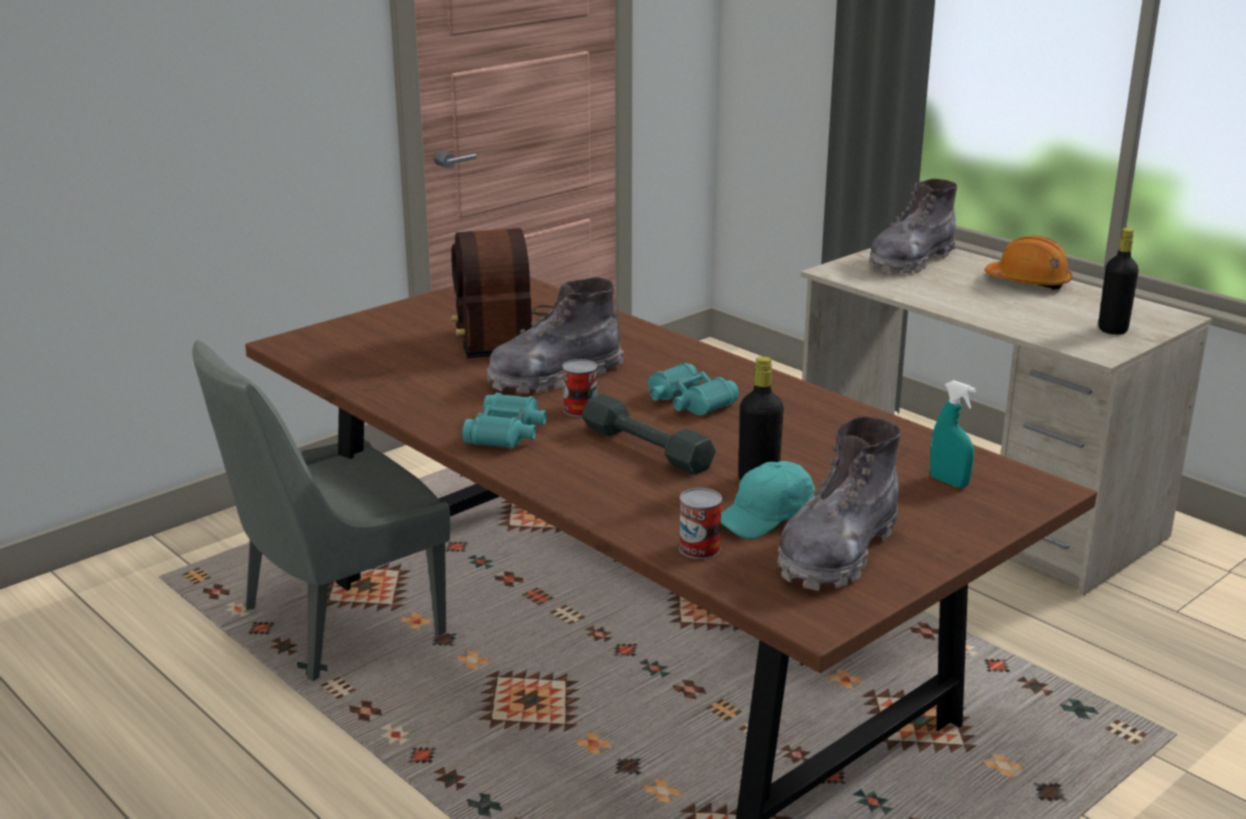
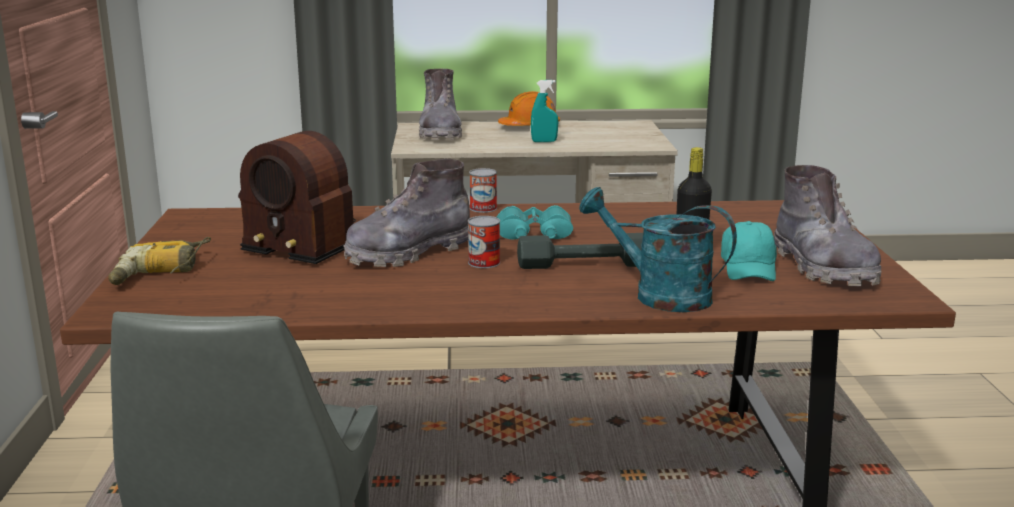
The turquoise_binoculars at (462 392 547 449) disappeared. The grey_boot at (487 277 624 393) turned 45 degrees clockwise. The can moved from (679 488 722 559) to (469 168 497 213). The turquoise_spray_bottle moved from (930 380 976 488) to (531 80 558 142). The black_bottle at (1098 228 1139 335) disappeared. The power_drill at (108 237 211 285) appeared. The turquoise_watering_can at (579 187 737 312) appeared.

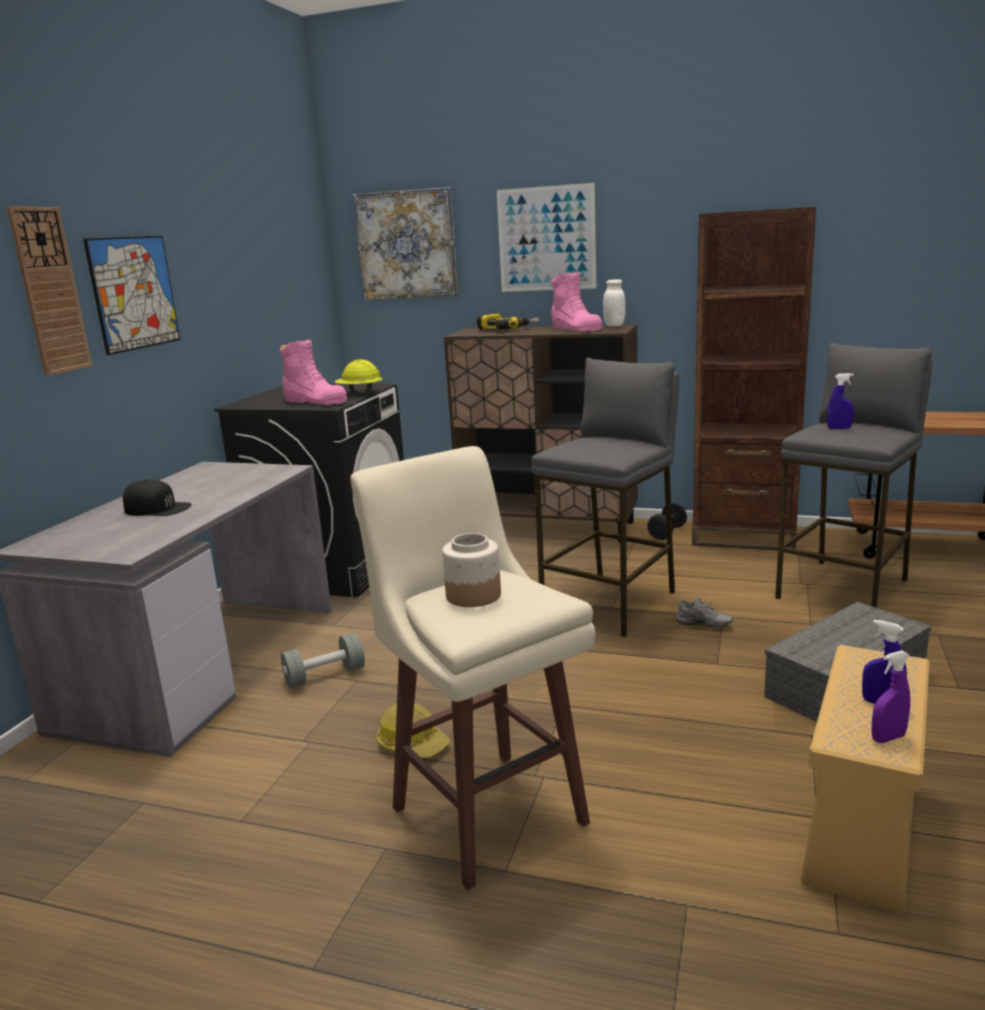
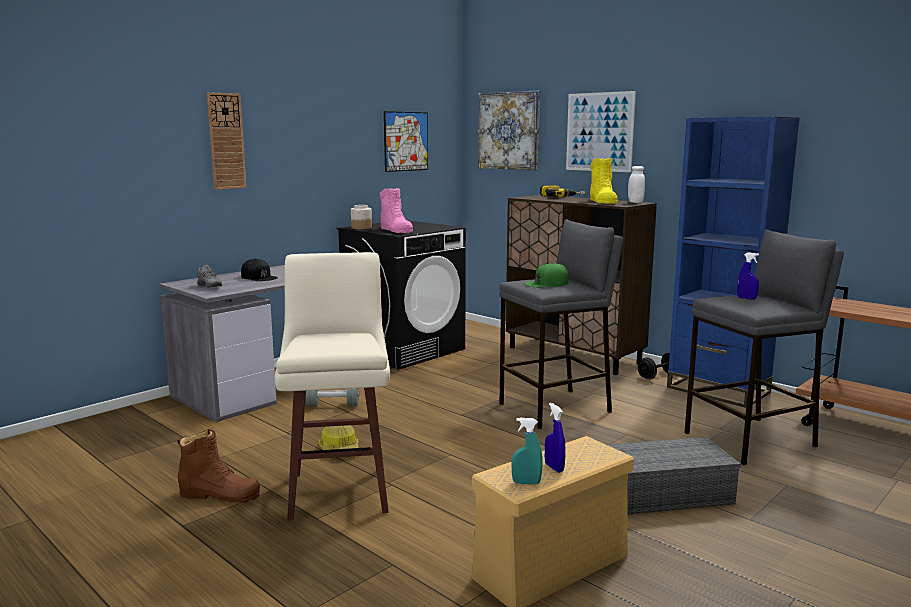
The picture moved from (83 236 180 355) to (384 111 428 172). The yellow_hard_hat at (334 359 382 394) disappeared. The jar moved from (442 533 501 607) to (351 205 372 229). The pink_boot at (551 272 602 332) became the yellow_boot at (590 158 618 204). The grey_shoe moved from (676 596 733 628) to (197 265 222 287). The brown_bookcase at (692 207 816 550) became the blue_bookcase at (667 117 800 408). The purple_spray_bottle at (871 650 910 743) became the turquoise_spray_bottle at (511 418 543 484). The brown_boot at (177 429 260 503) appeared. The green_cap at (524 263 569 287) appeared.

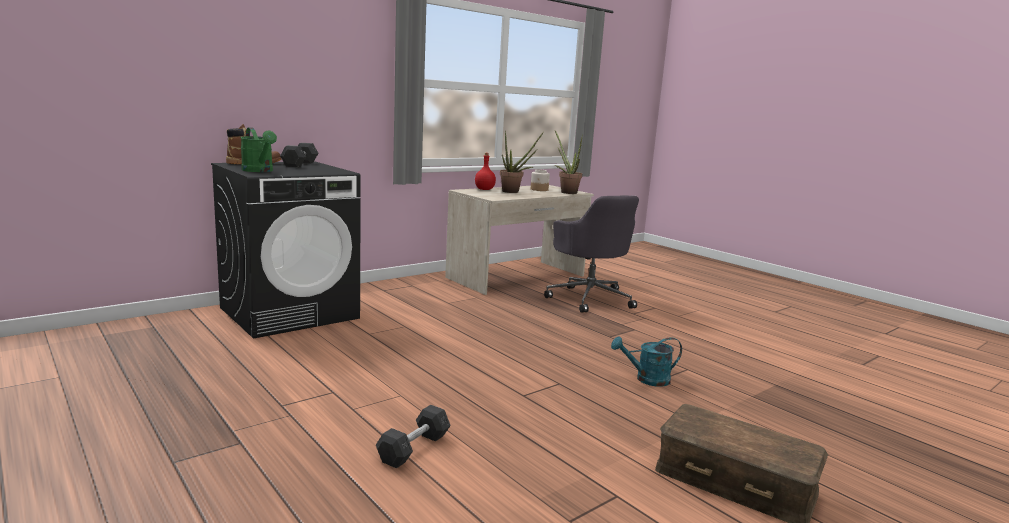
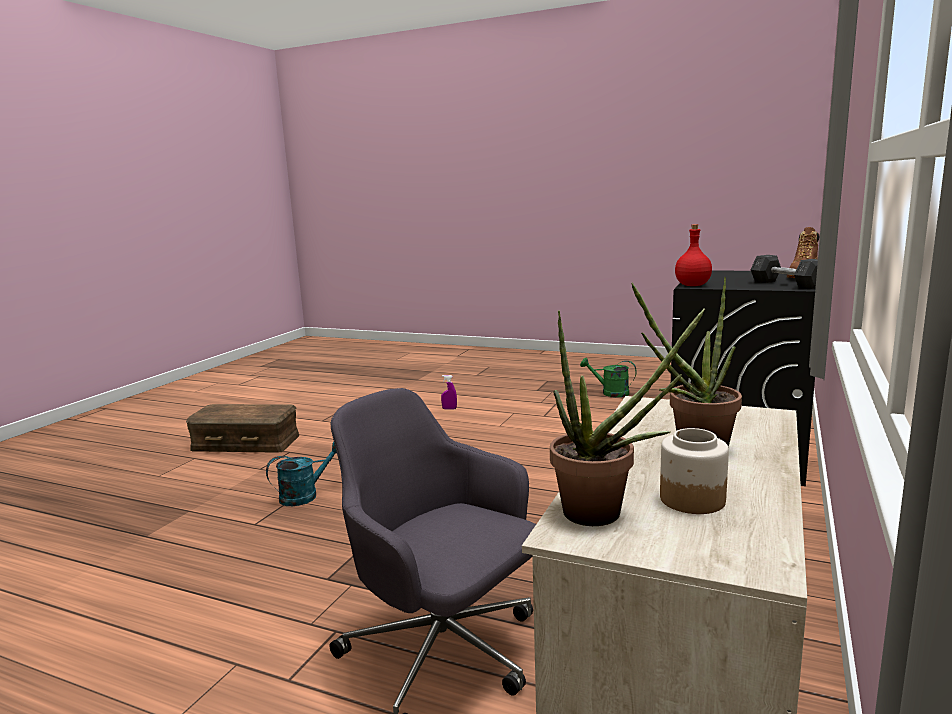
The green_watering_can moved from (240 127 277 172) to (580 358 637 397). The grey_dumbbell at (376 405 451 469) was replaced by the purple_spray_bottle at (441 375 457 410). The red_bottle moved from (475 153 496 190) to (675 224 712 286).

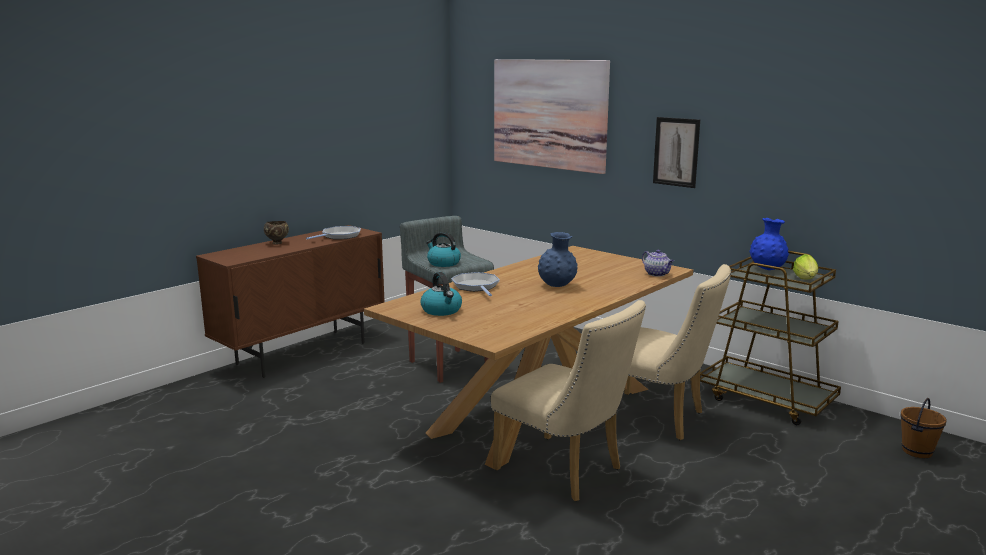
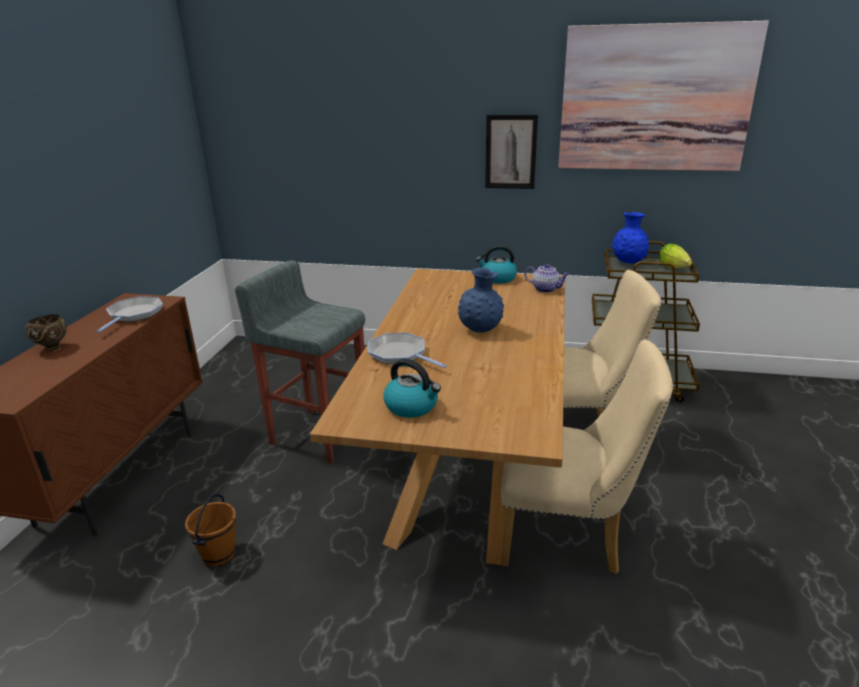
The kettle moved from (426 232 461 267) to (476 245 517 284). The picture moved from (494 59 610 174) to (558 20 769 171). The brown_bucket moved from (900 398 947 458) to (185 494 236 566).

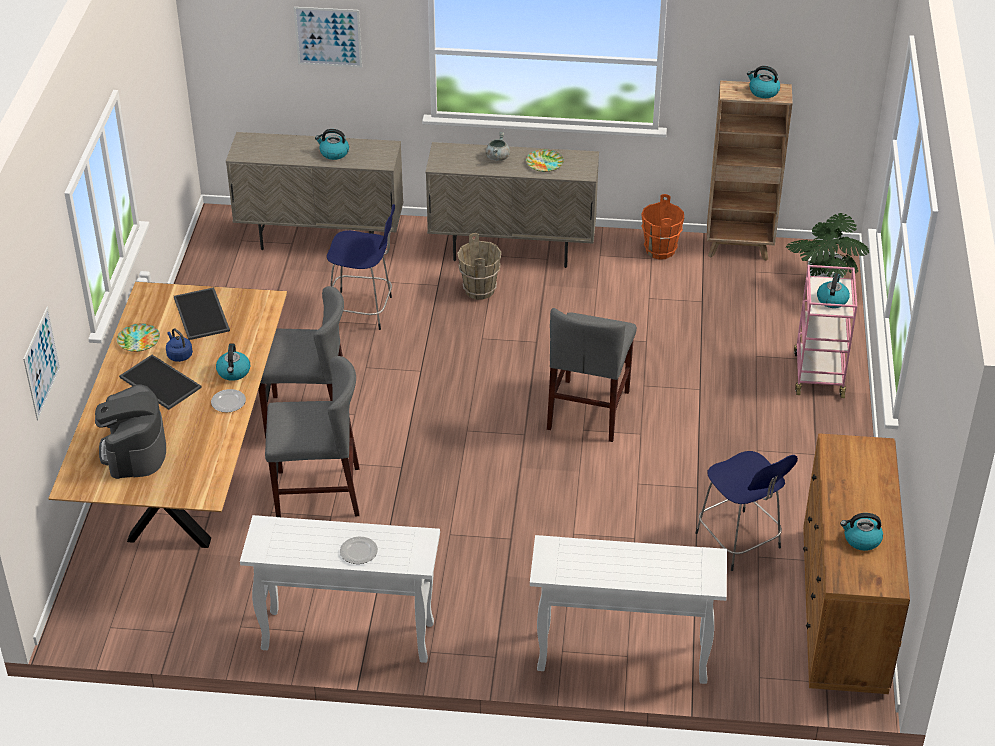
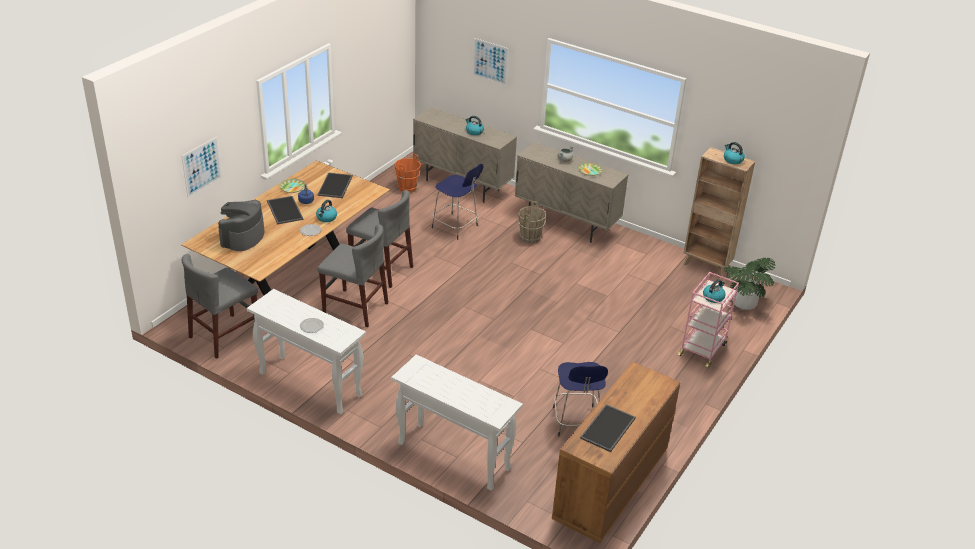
The grey_chair moved from (547 308 637 442) to (182 254 258 359). The orange_bucket moved from (641 194 684 260) to (395 154 421 193). The kettle at (840 513 883 551) was replaced by the tray at (580 404 636 452).

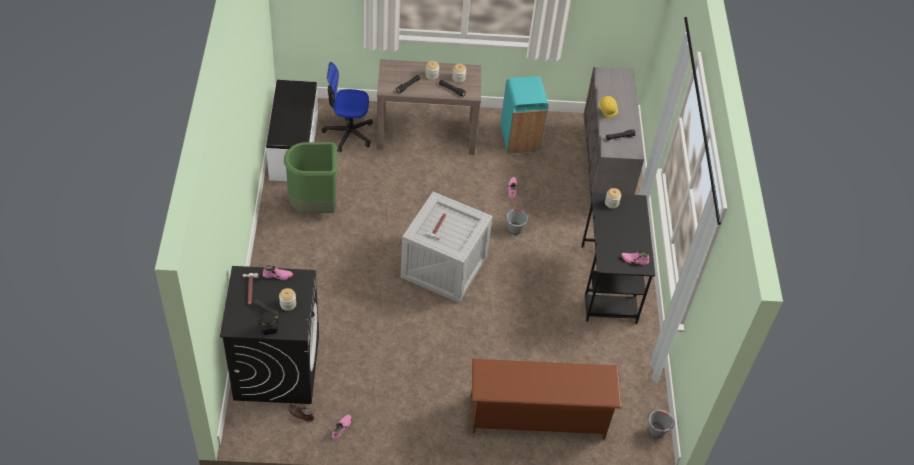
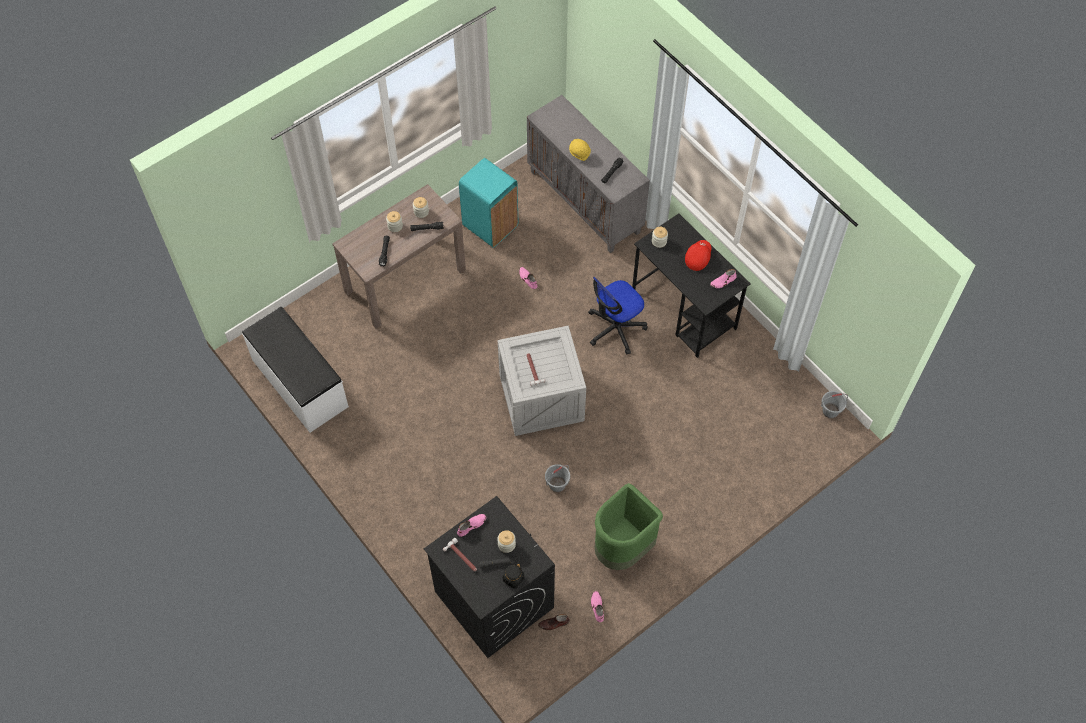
The green_trash_can moved from (284 142 337 213) to (595 483 663 570). The office_chair moved from (321 62 373 152) to (588 277 648 355). The brown_shoe_rack at (471 359 622 439) disappeared. The grey_bucket moved from (505 209 529 235) to (545 464 570 492). The red_cap at (685 240 711 271) appeared.

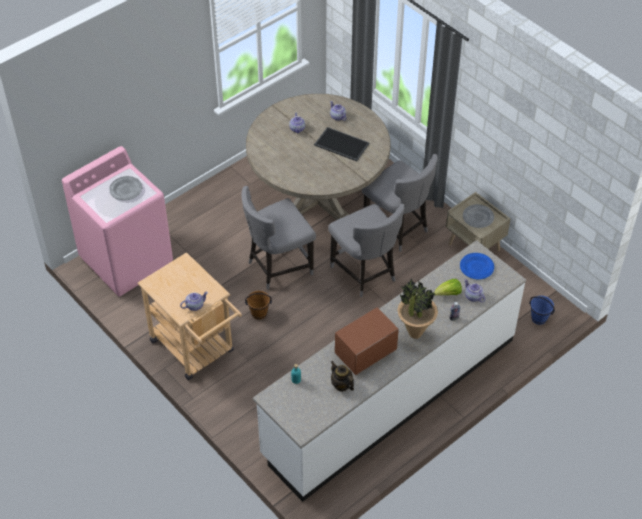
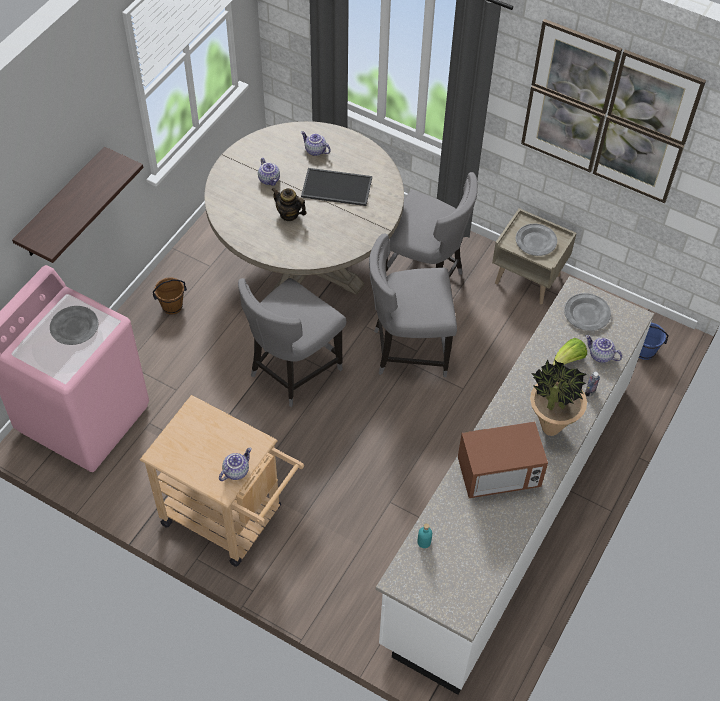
The brown_bucket moved from (245 291 272 320) to (153 277 187 315). The grey_chair at (328 204 405 297) turned 135 degrees clockwise. The teapot moved from (331 361 354 391) to (271 187 307 221). The microwave at (335 308 399 375) turned 135 degrees counterclockwise. The blue_plate at (460 253 494 279) became the grey_plate at (564 293 611 331). The shelf at (12 147 143 263) appeared. The picture at (521 19 706 203) appeared.

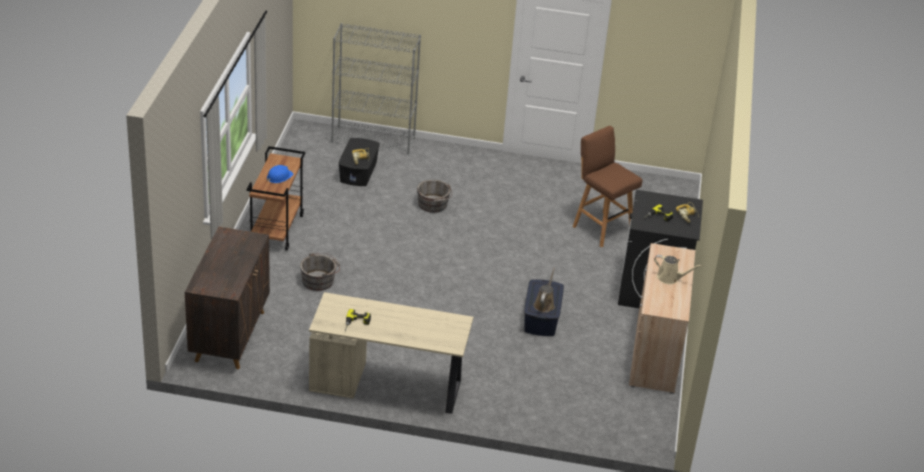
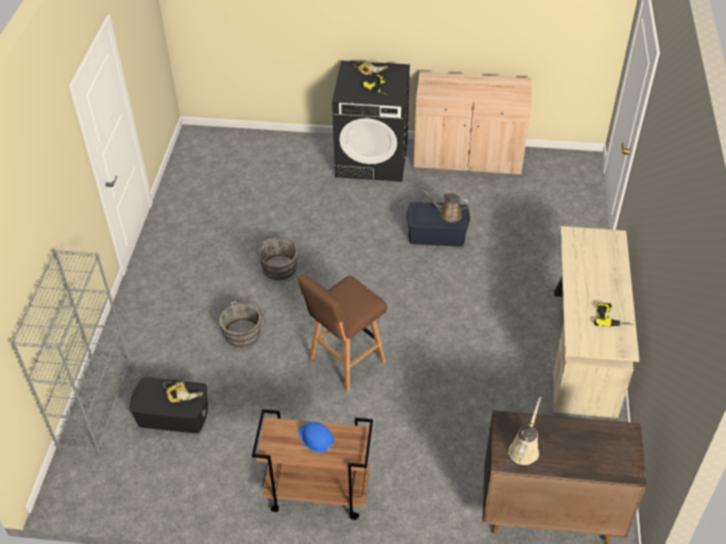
The grey_bucket moved from (300 252 340 291) to (256 236 298 280). The brown_stool moved from (573 126 643 247) to (298 274 387 391). The beige_watering_can moved from (654 255 702 284) to (508 397 541 465).

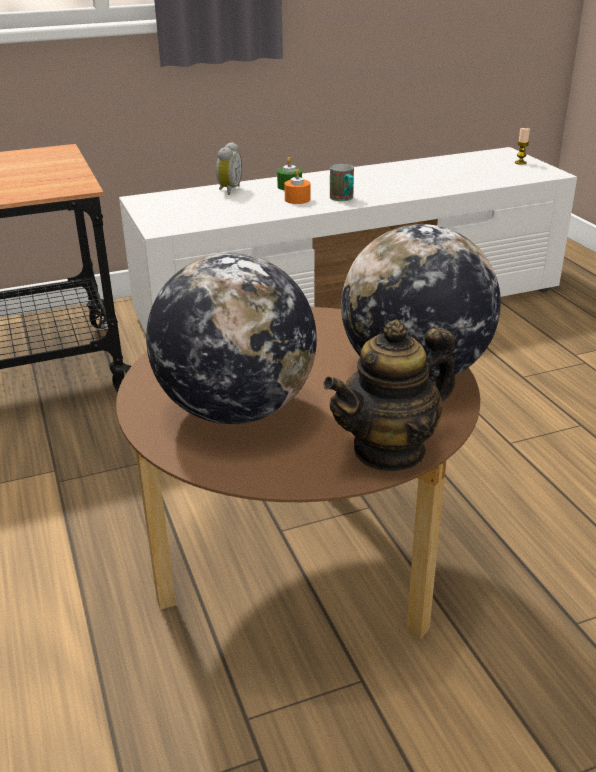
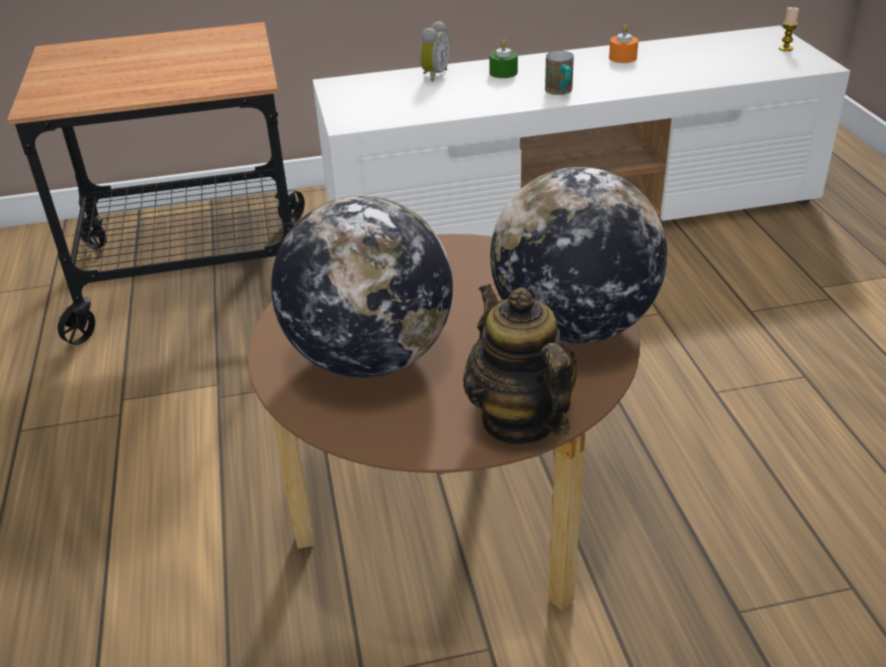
The orange_candle moved from (284 169 310 204) to (609 25 638 63). The teapot at (323 320 455 473) turned 90 degrees clockwise.

